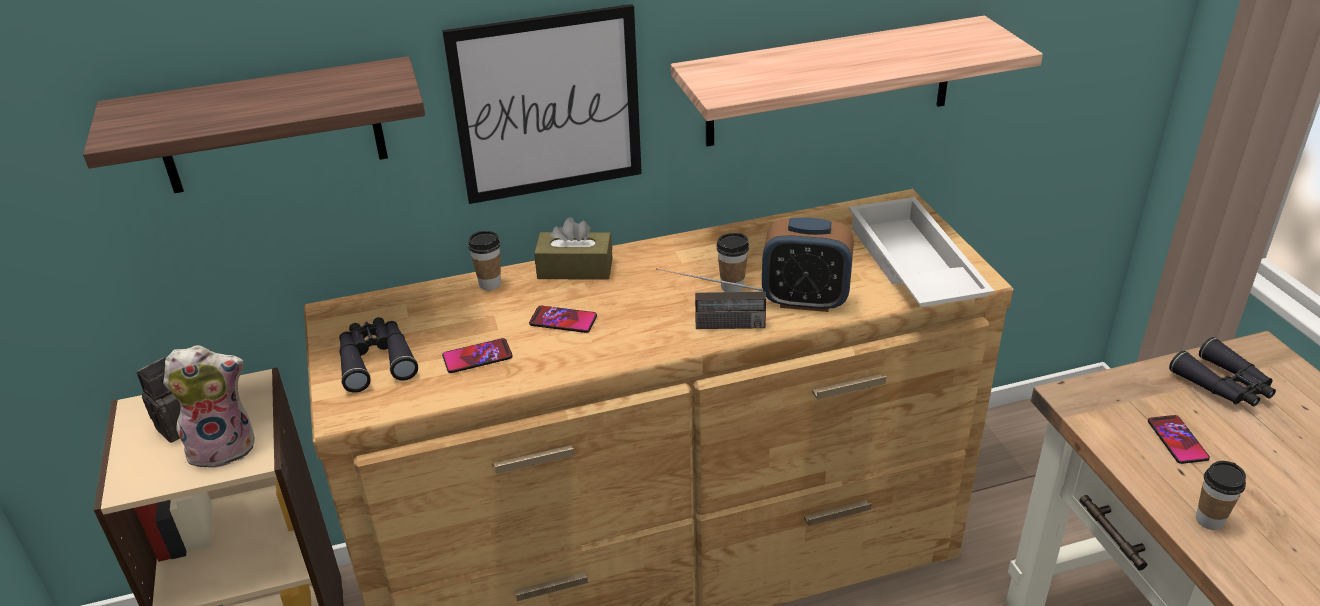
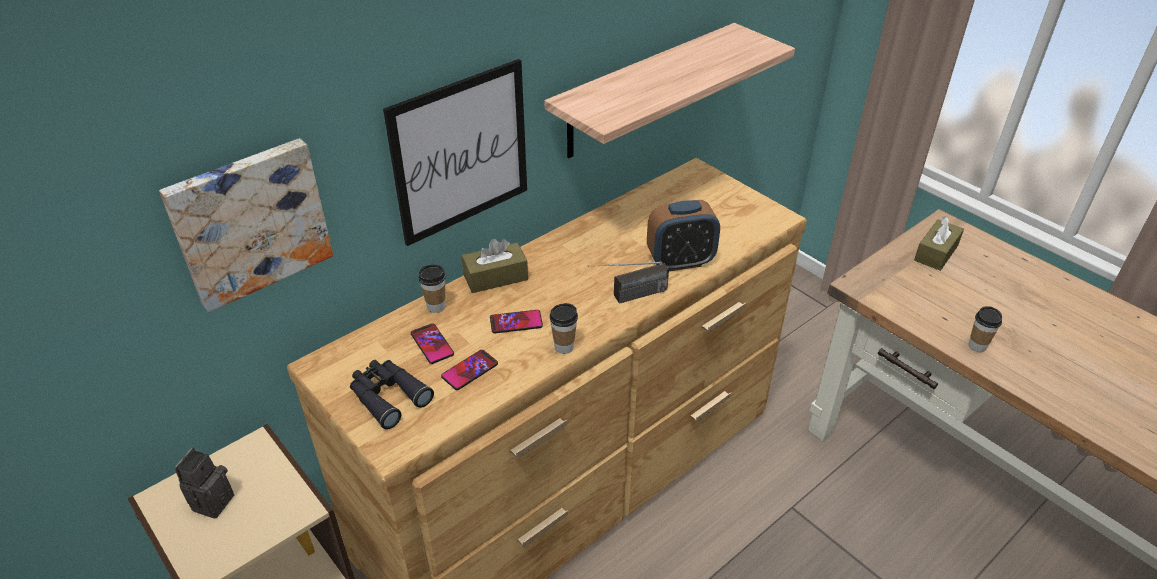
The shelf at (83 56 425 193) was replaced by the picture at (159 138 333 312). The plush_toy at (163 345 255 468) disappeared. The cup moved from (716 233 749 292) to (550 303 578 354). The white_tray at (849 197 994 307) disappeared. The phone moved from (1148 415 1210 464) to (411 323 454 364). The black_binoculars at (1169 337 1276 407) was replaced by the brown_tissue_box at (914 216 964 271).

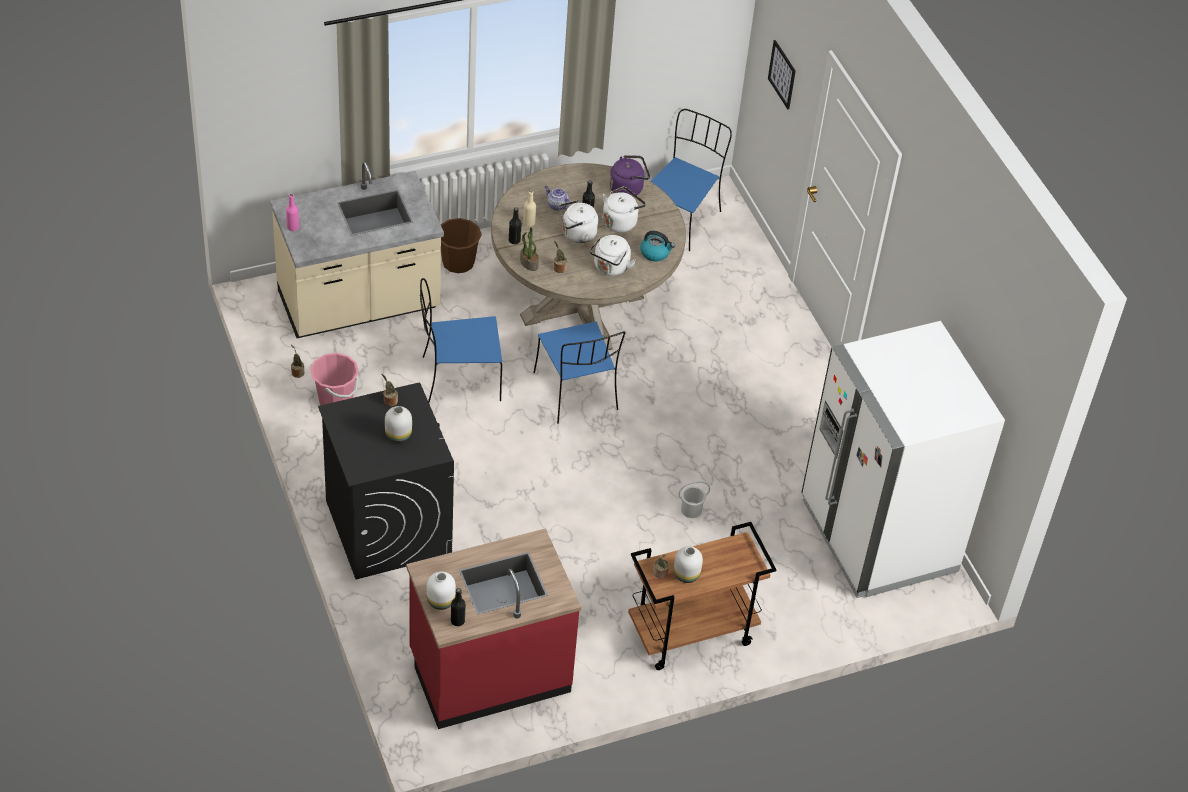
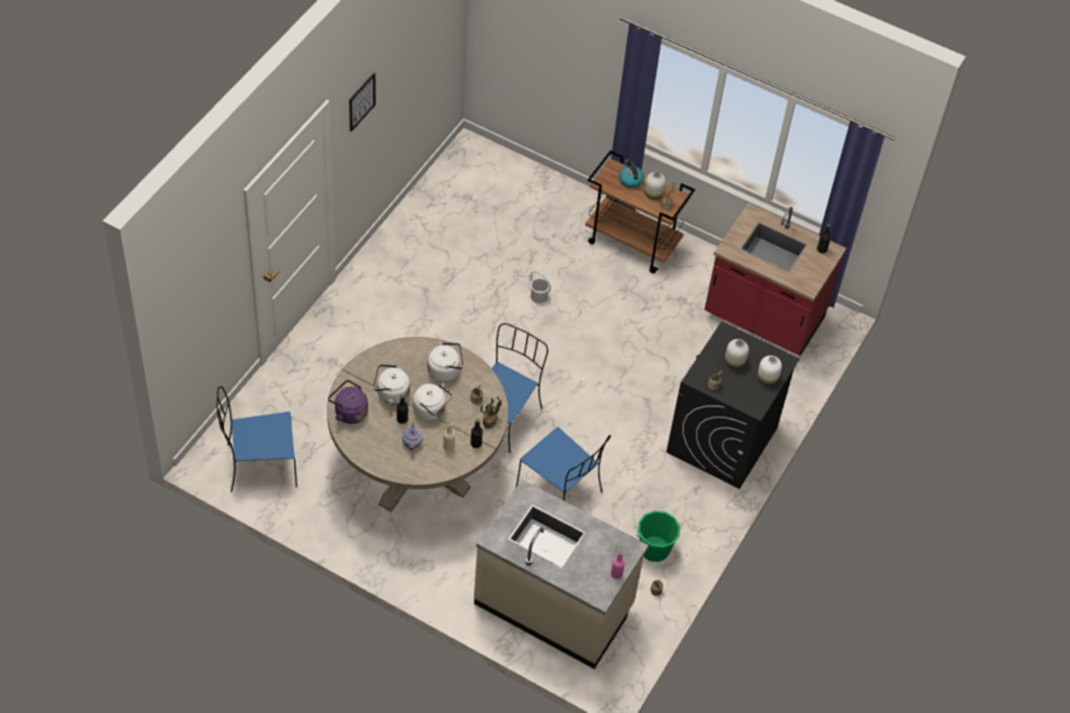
The pink_bucket at (310 353 359 405) became the green_bucket at (636 511 680 562). The white_vase moved from (427 572 456 610) to (758 355 782 385). The brown_bucket at (441 218 482 273) disappeared. The kettle moved from (640 231 675 261) to (619 159 644 188). The picture moved from (768 40 796 109) to (349 73 376 132). The white_fridge at (801 321 1005 598) disappeared.

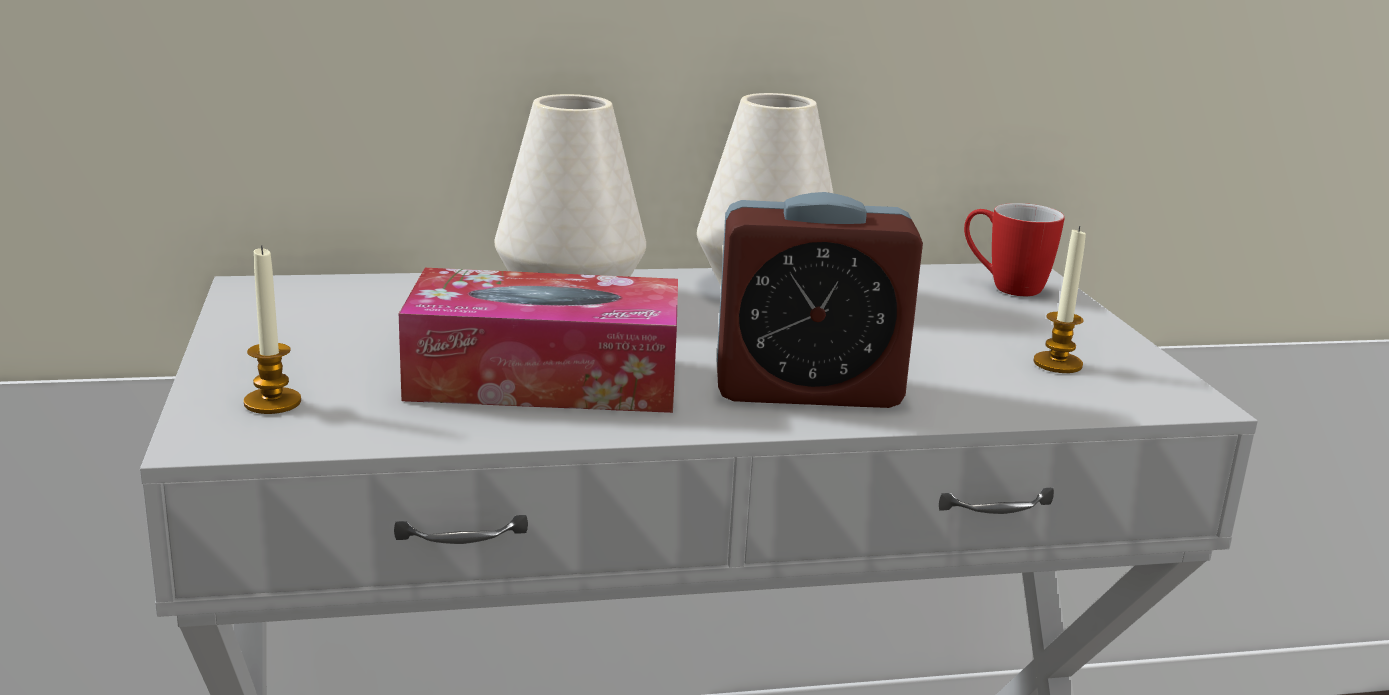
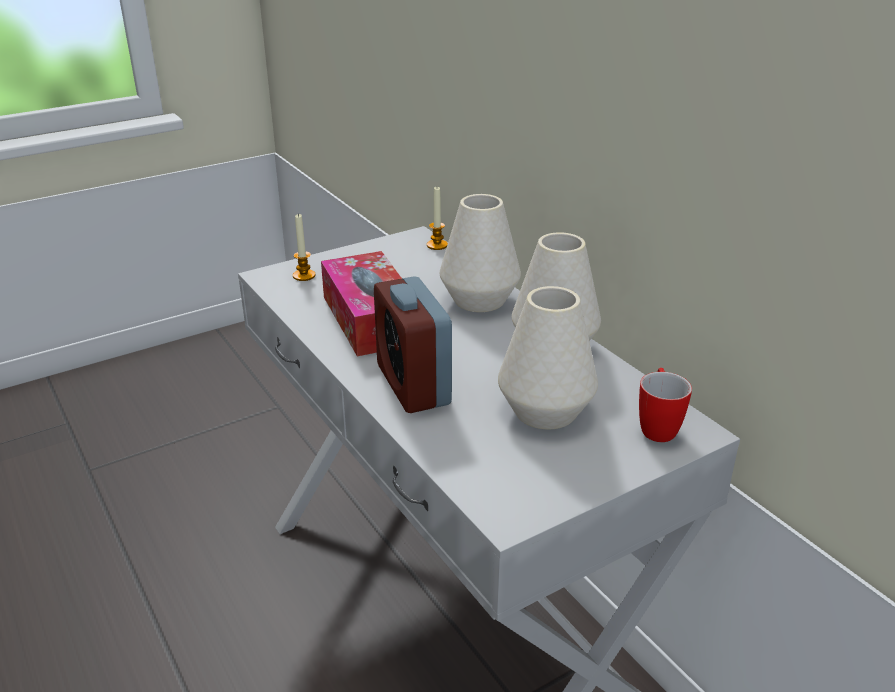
The candle moved from (1033 226 1086 373) to (427 187 448 250). The white_vase at (498 286 598 429) appeared.

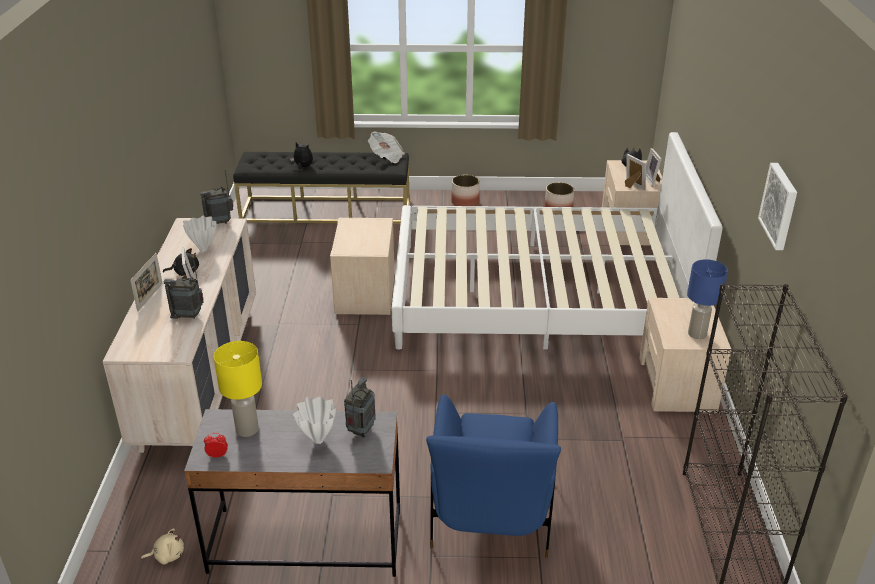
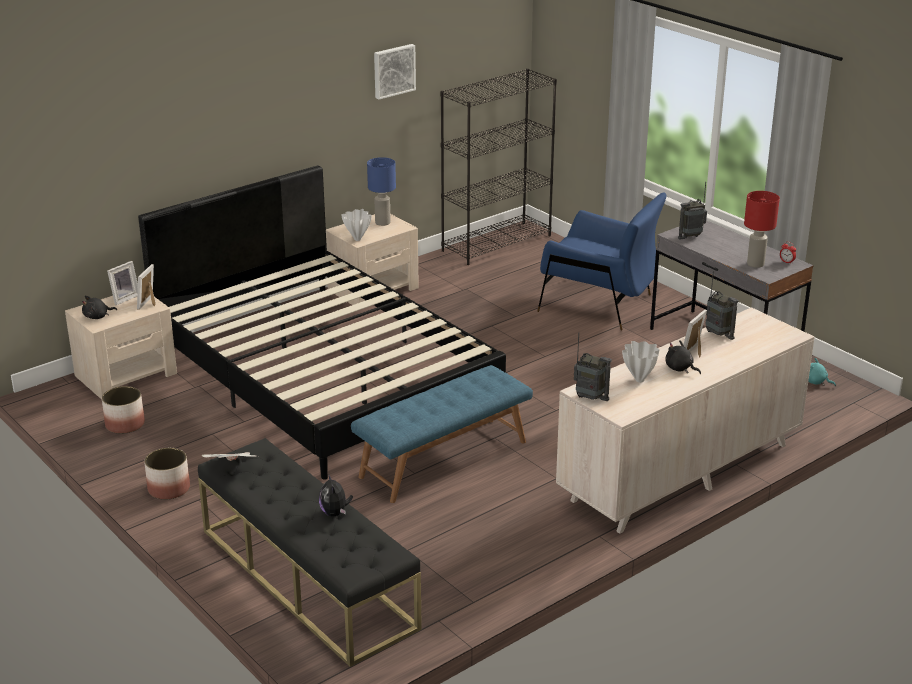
The picture_frame at (130 253 163 312) disappeared. The beige_plush_toy at (141 528 184 564) became the turquoise_plush_toy at (808 358 836 386). The yellow_table_lamp at (214 341 262 437) became the red_table_lamp at (744 191 780 268). The white_vase moved from (293 397 336 444) to (341 209 372 241). The beige_nightstand at (330 218 395 315) was replaced by the blue_bench at (351 365 533 503). The white_bed at (392 132 723 350) became the black_bed at (138 165 506 480). The blue_armchair at (426 394 561 558) turned 60 degrees clockwise.

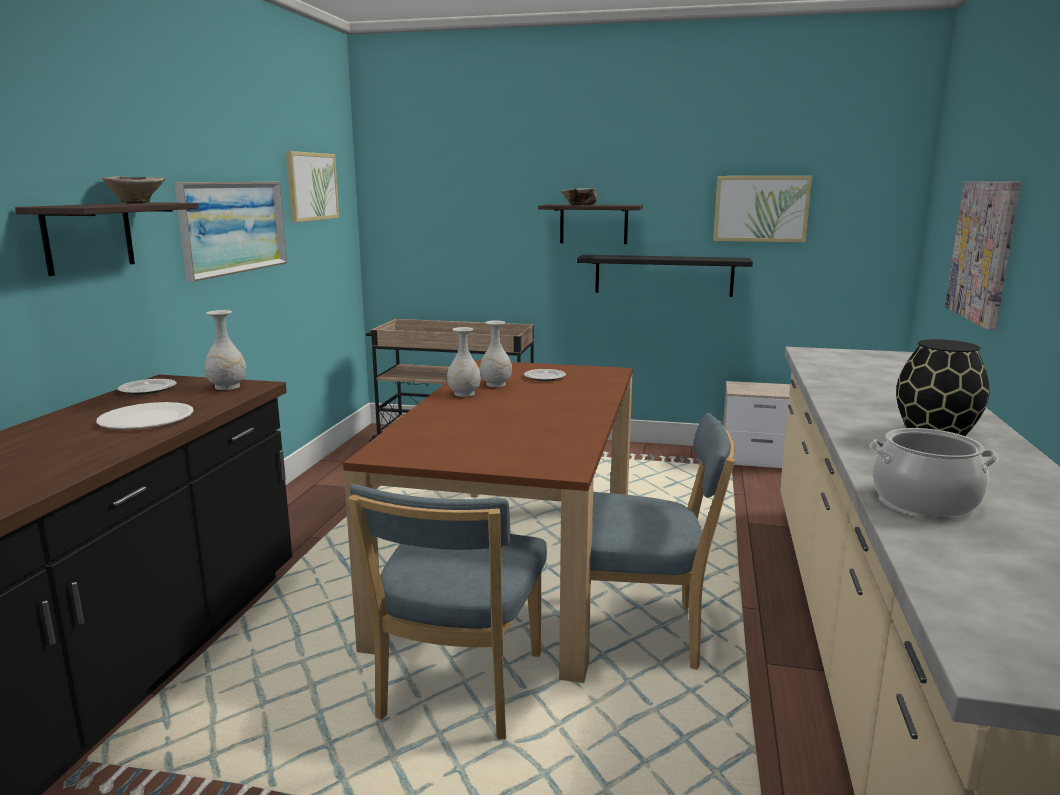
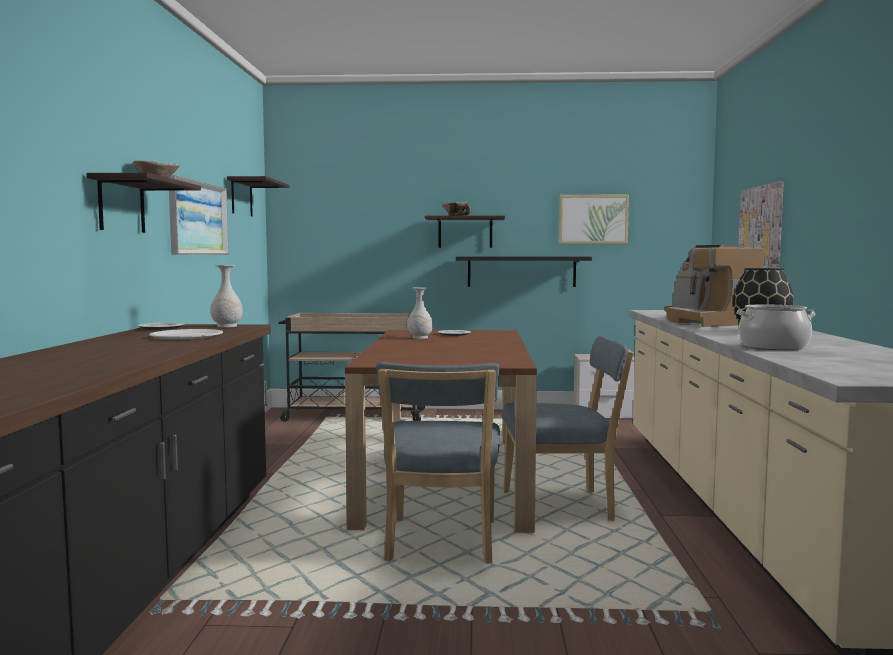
The picture at (286 151 339 222) was replaced by the shelf at (227 176 289 216). The white_vase at (447 327 481 397) disappeared. The coffee_machine at (665 245 764 327) appeared.

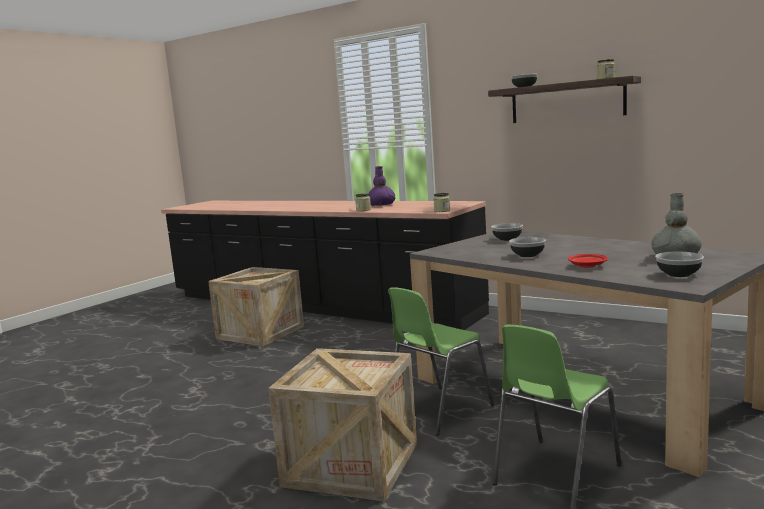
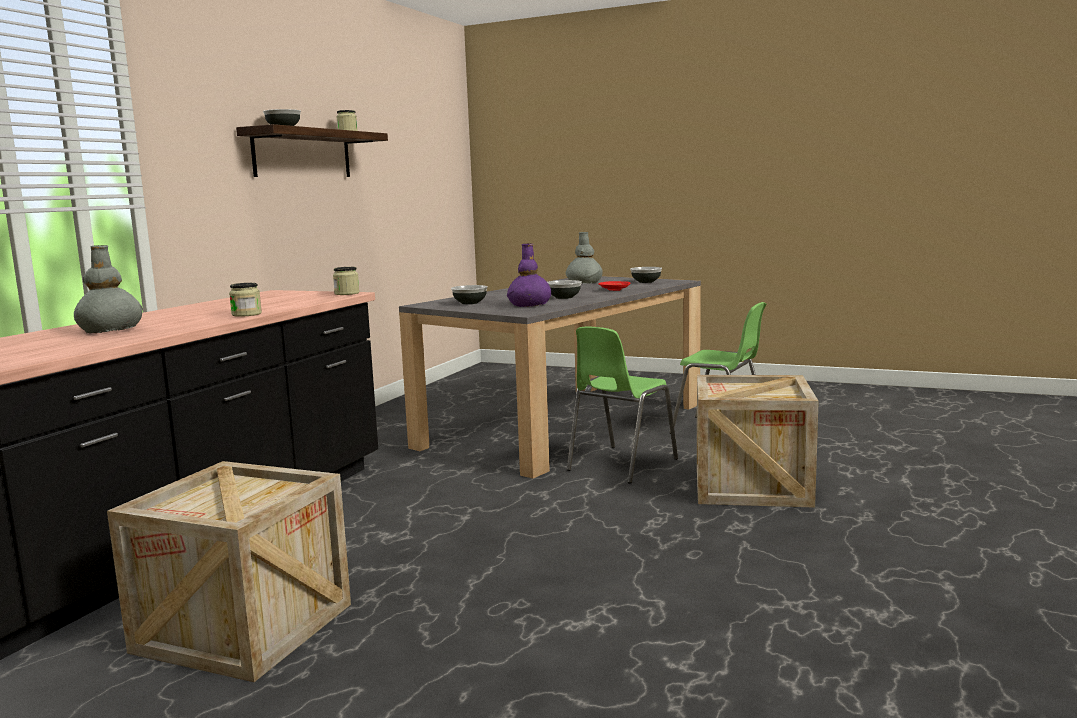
The purple_vase moved from (368 166 395 206) to (507 244 551 307). The green_chair at (388 287 494 435) turned 90 degrees clockwise. The grey_vase at (74 245 143 333) appeared.

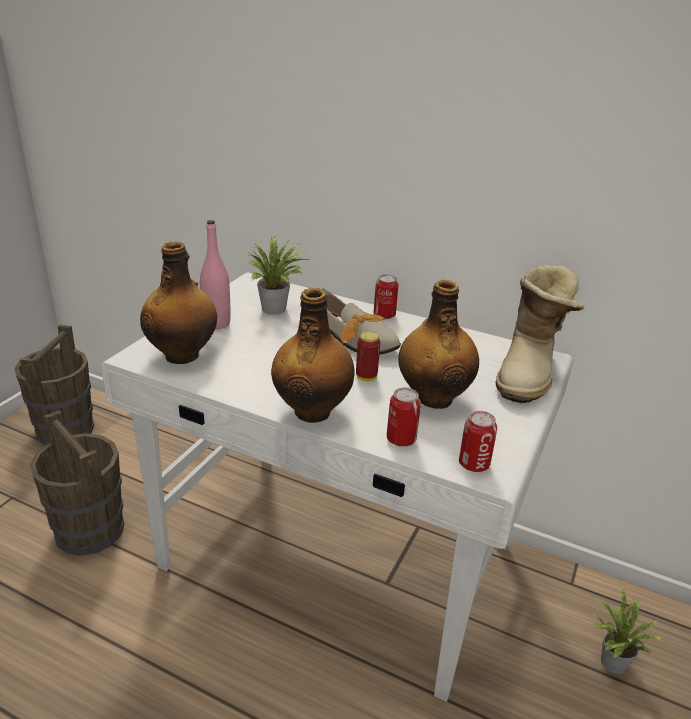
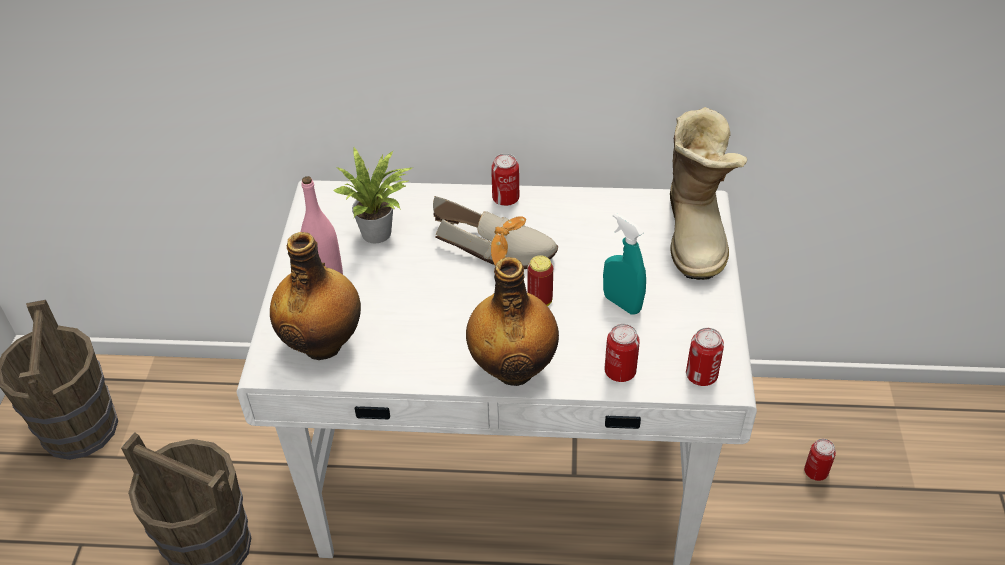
The bottle at (398 280 479 409) was replaced by the turquoise_spray_bottle at (603 213 646 315). The potted_plant at (591 584 664 674) was replaced by the can at (804 439 836 481).

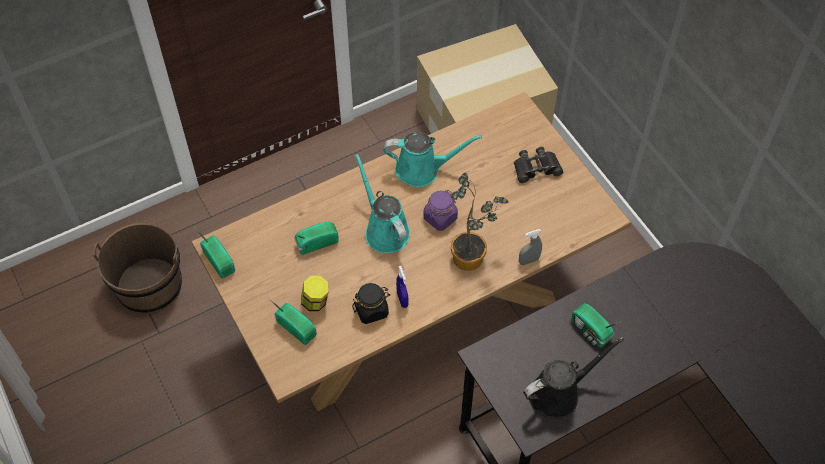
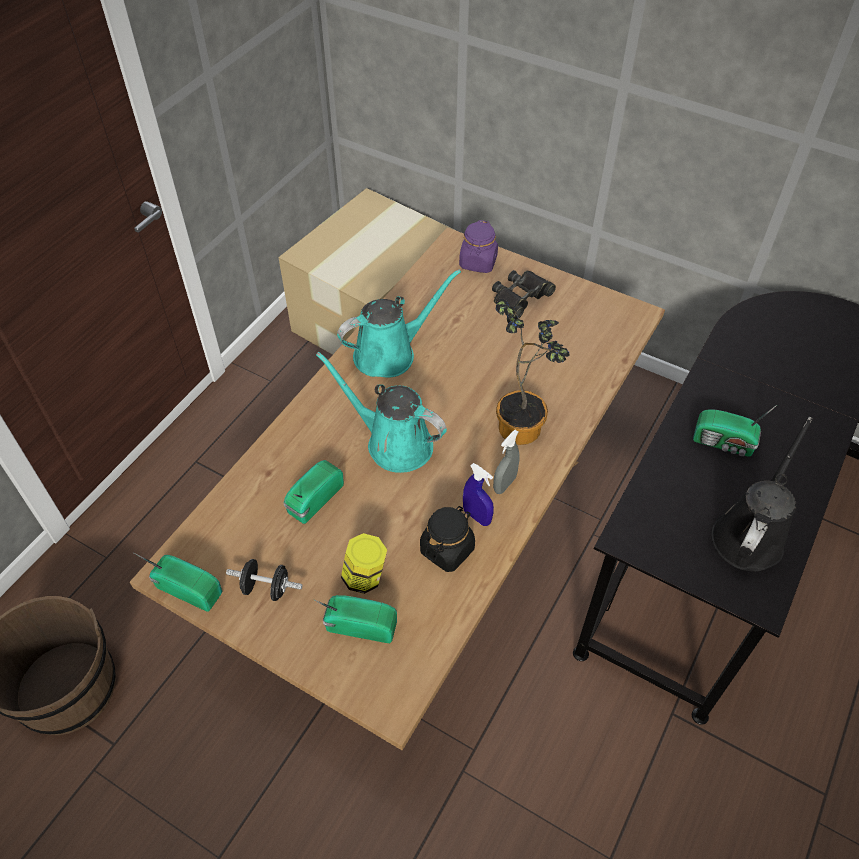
The purple_jar moved from (423 190 458 231) to (459 220 498 273). The grey_spray_bottle moved from (519 229 542 265) to (493 430 520 494). The black_dumbbell at (226 559 303 601) appeared.

